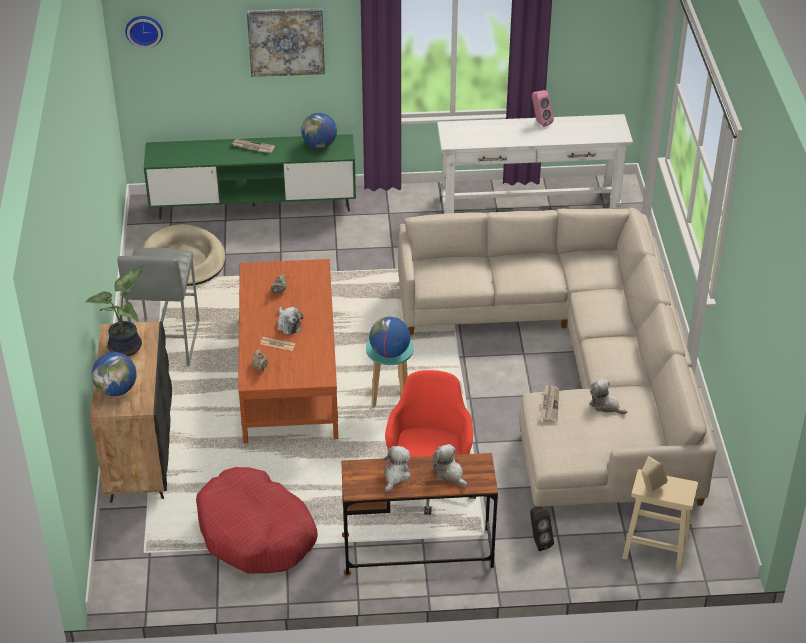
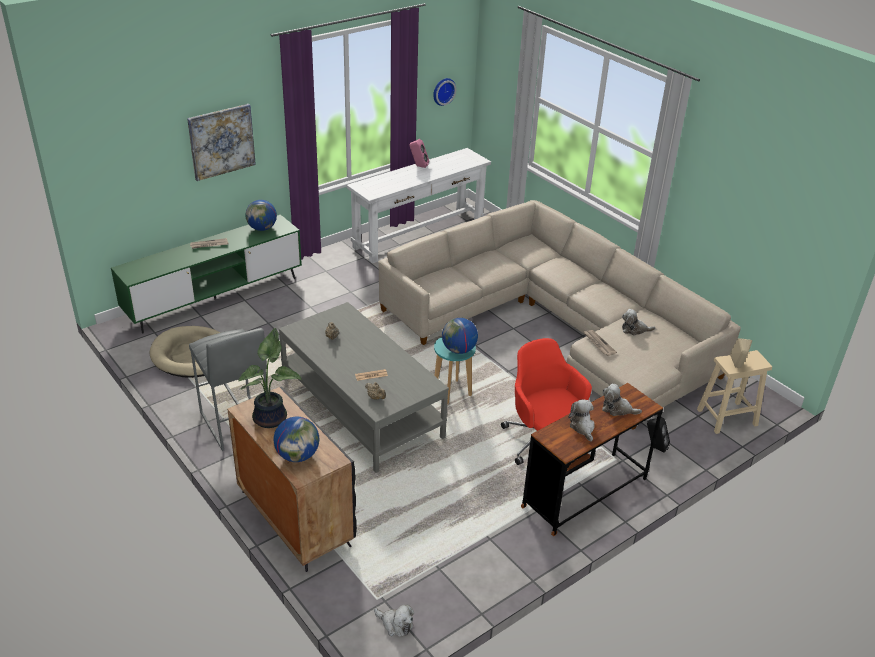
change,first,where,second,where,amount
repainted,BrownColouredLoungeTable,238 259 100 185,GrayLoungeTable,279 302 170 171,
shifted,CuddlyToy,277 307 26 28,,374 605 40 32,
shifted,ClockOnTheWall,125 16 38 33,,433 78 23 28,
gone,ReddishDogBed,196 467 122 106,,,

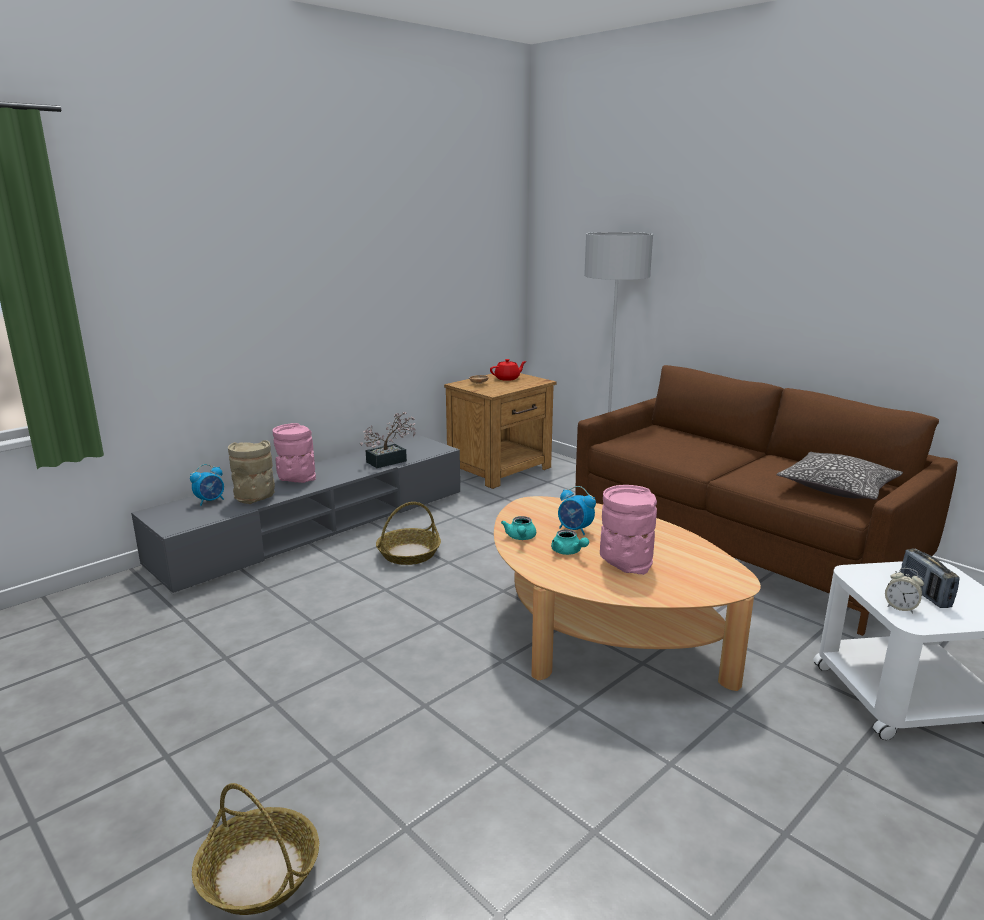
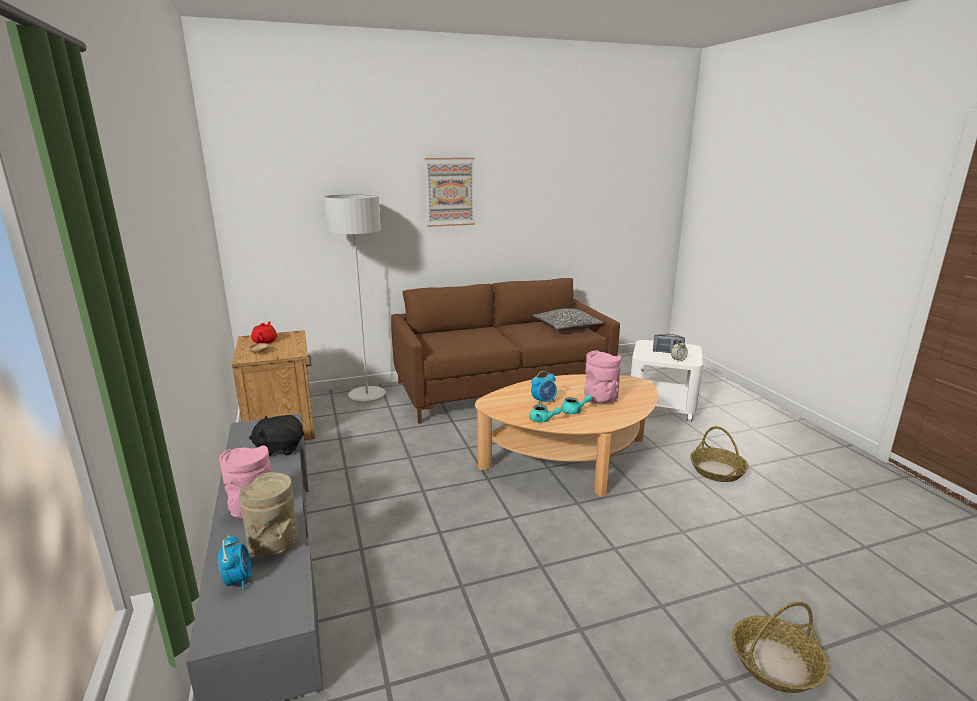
change,first,where,second,where,amount
swapped,Houseplant,360 412 56 56,BlackCuddlyToy,249 415 55 42,
new,,,WallArt,425 158 50 69,
shifted,Basket,376 502 65 63,,690 426 59 56,

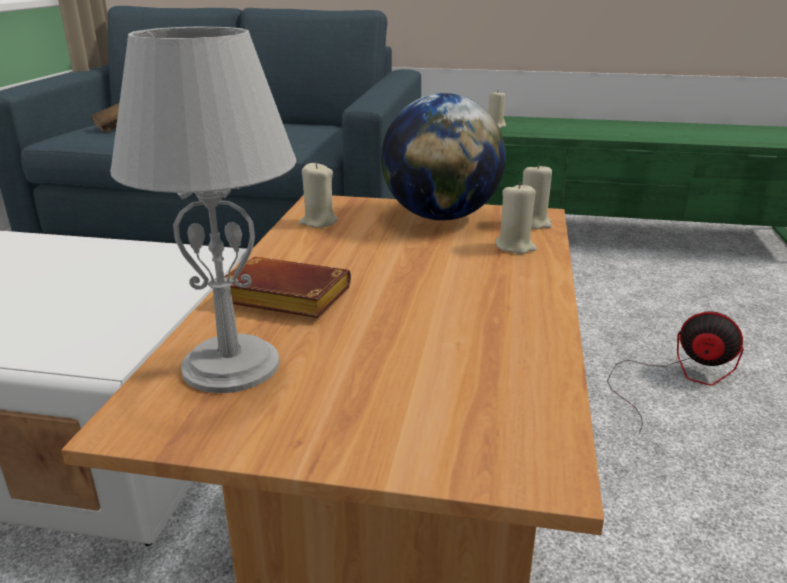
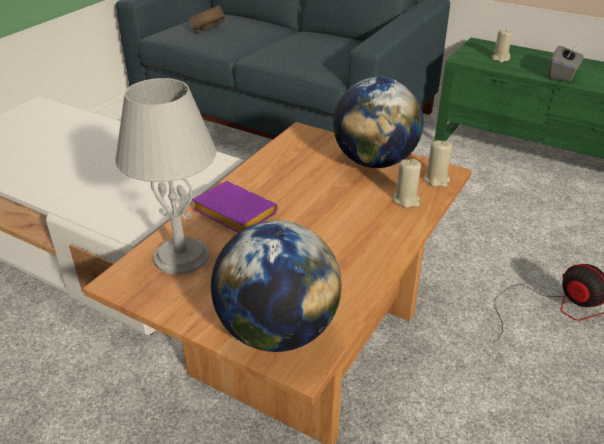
change,first,where,second,where,amount
repainted,BrownColouredBoundBook,224 257 127 61,PurpleBoundBook,192 181 85 52,
new,,,DeskGlobe,211 220 131 132,
new,,,GrayBoxOfTissues,549 44 35 38,
gone,BeigeColouredWaxCandle,299 162 39 66,,,

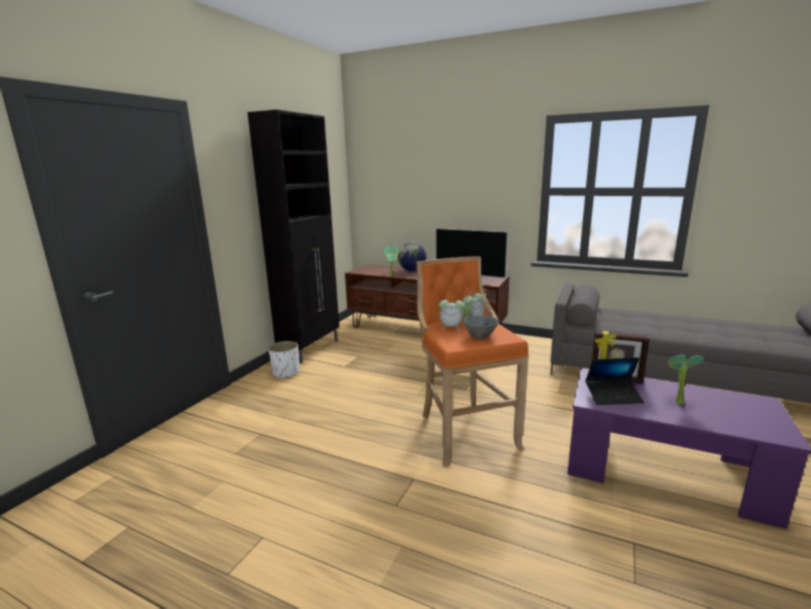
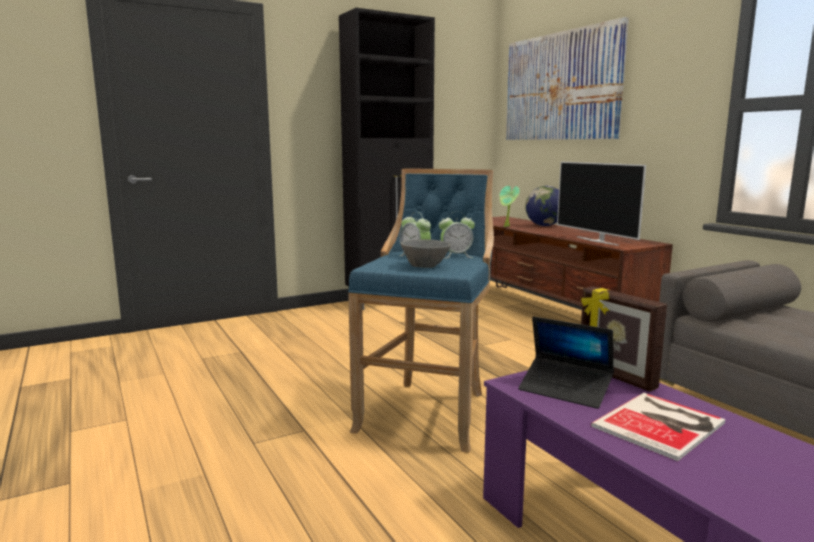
change,first,where,second,where,amount
repainted,OrangeColouredStool,416 256 113 211,BluishStool,348 169 146 284,
new,,,WallArt,506 17 123 123,
swapped,Houseplant,668 355 36 50,BoundBook,591 393 135 68,
gone,WhiteColouredPlanter,268 341 31 37,,,

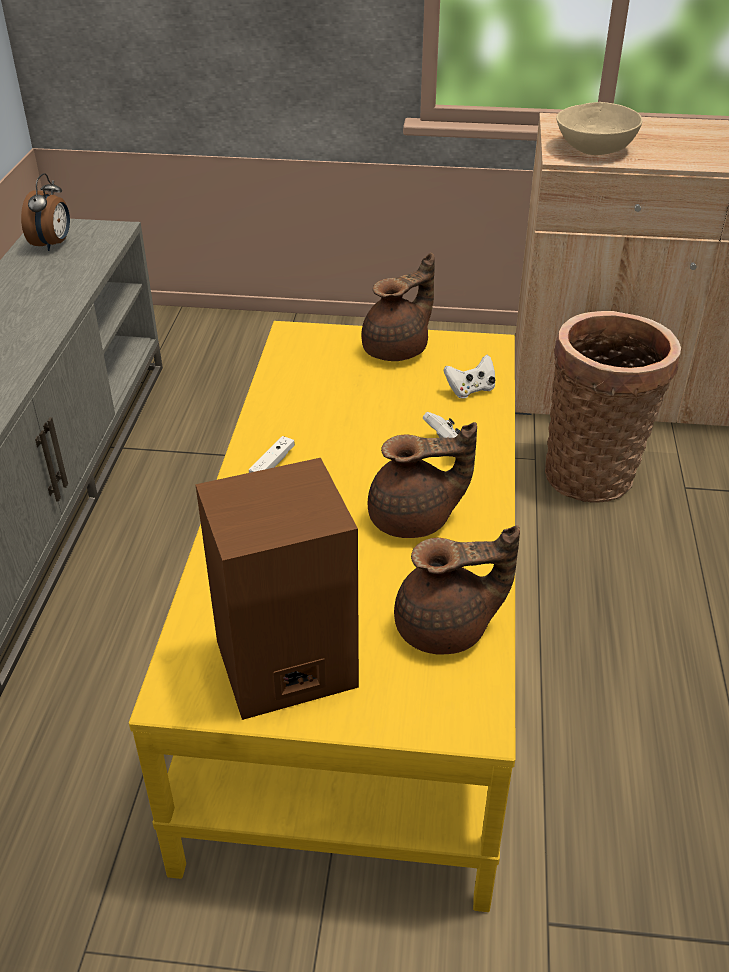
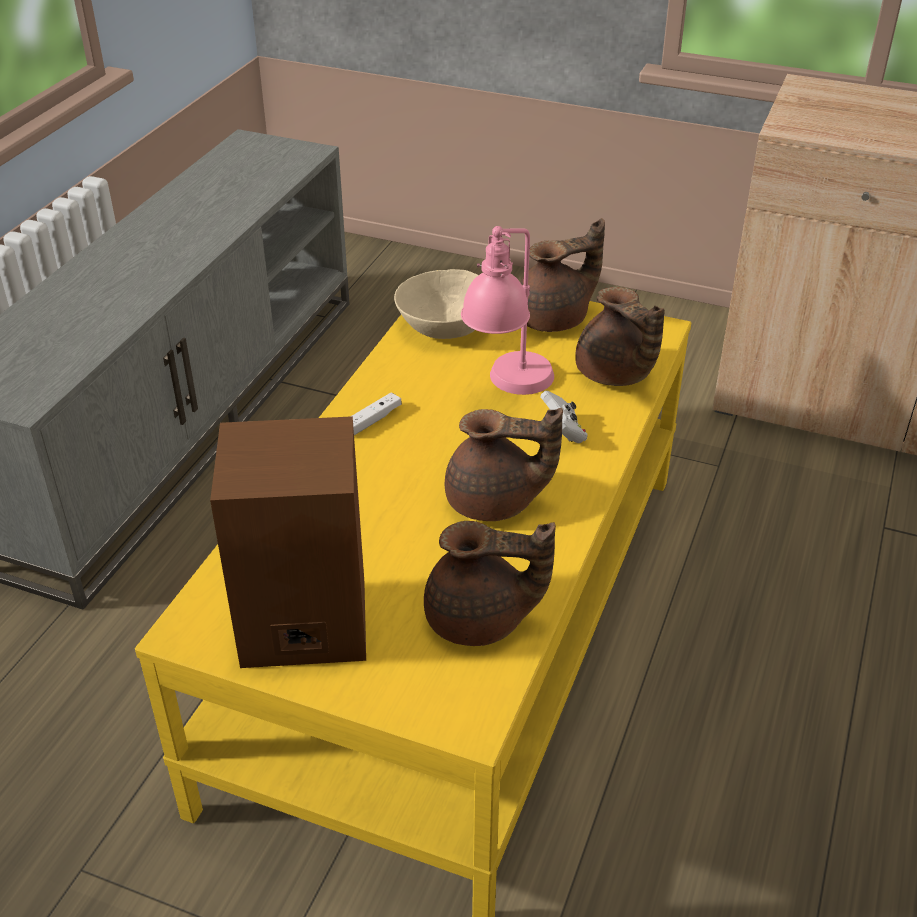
change,first,where,second,where,amount
shifted,BeigeColouredBowl,556 102 86 53,,394 269 84 70,
new,,,PinkColouredTabletopLamp,461 226 93 169,
swapped,WhiteColouredGameController,443 355 52 44,BrownColouredTeaPot,575 287 90 99,
gone,TableClock,21 173 49 78,,,
gone,Basket,545 311 136 192,,,

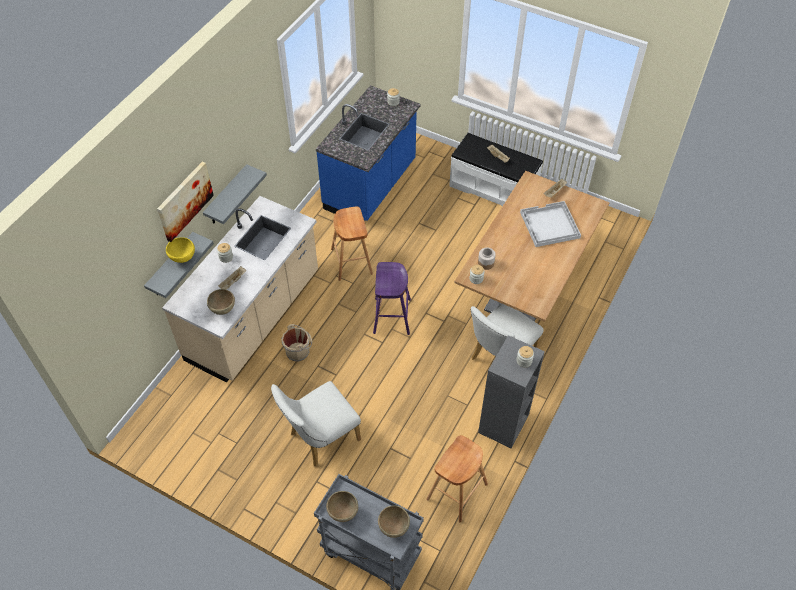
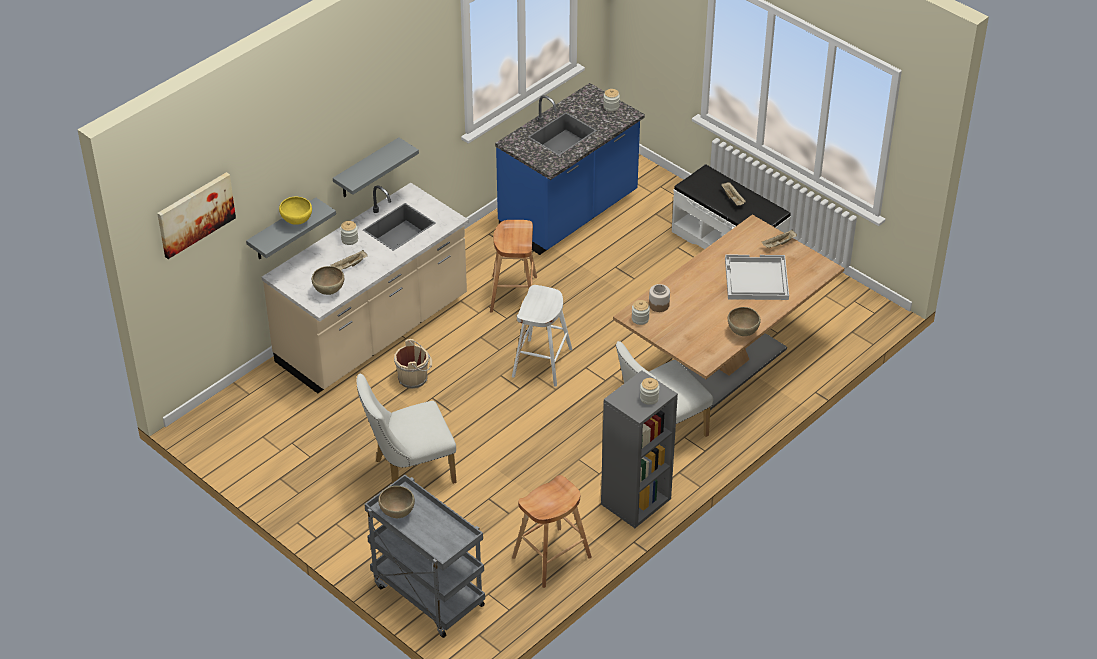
change,first,where,second,where,amount
shifted,WallArt,157 161 57 81,,157 172 79 87,
repainted,PurpleStool,373 262 38 73,WhiteColouredStool,512 285 60 102,
shifted,BrownColouredBowl,378 505 32 33,,728 307 33 29,

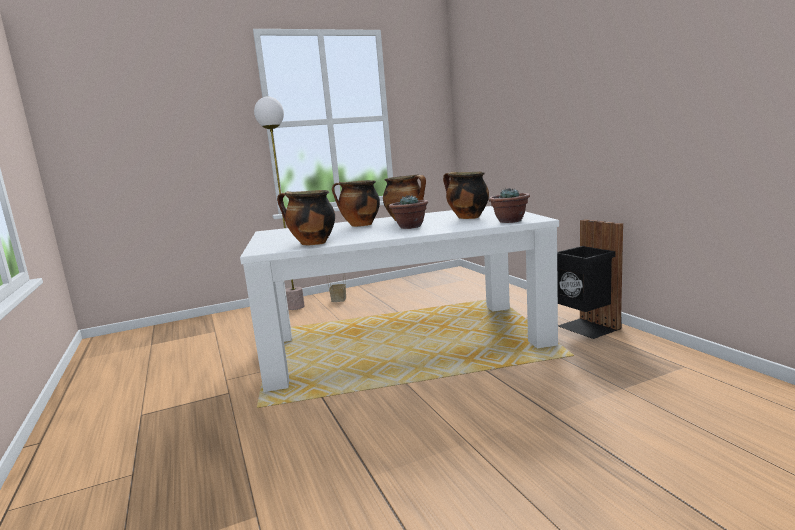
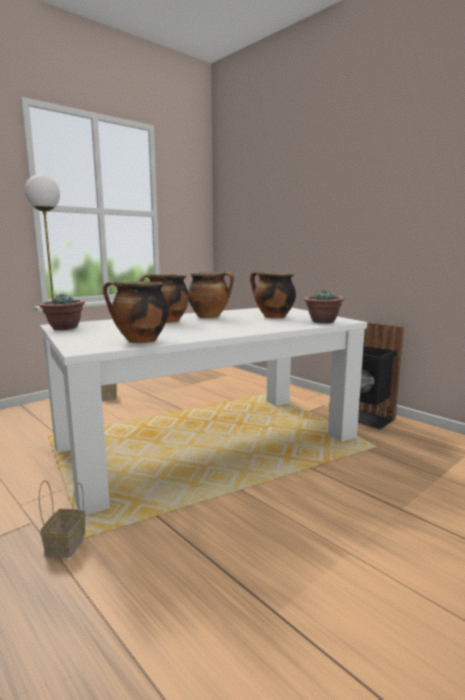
change,first,where,second,where,amount
shifted,Houseplant,389 195 39 34,,39 294 46 36,
new,,,Basket,39 480 46 78,

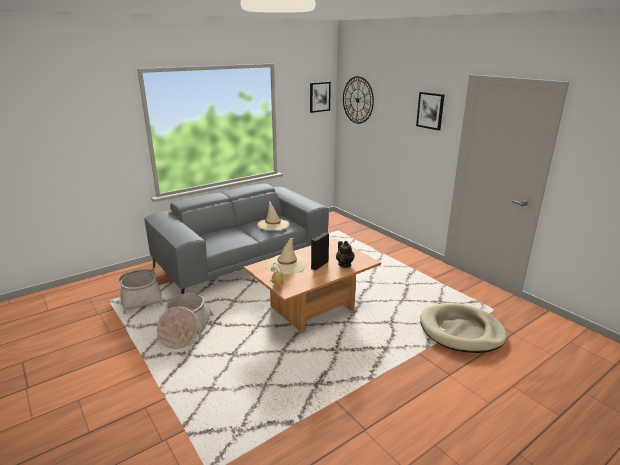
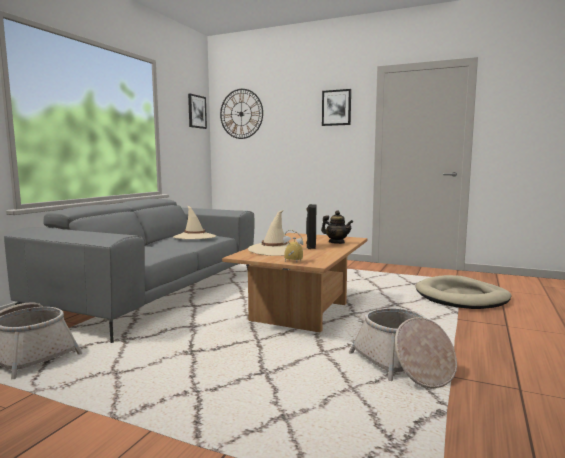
change,first,where,second,where,amount
shifted,Basket,157 293 57 56,,349 308 108 80,

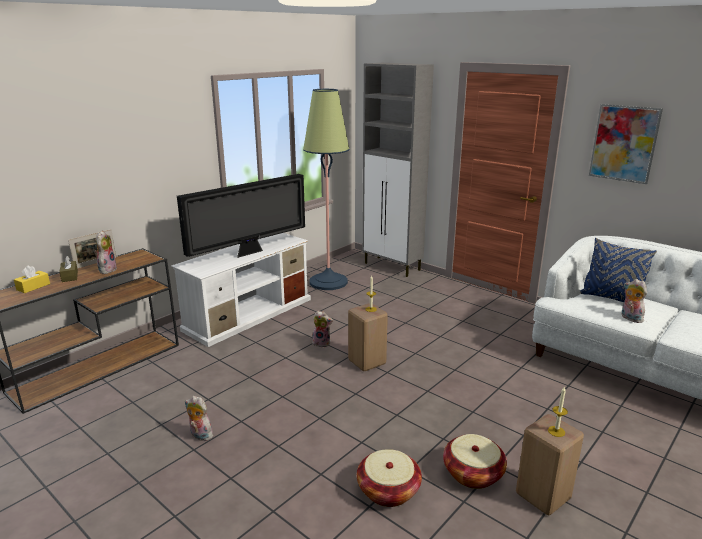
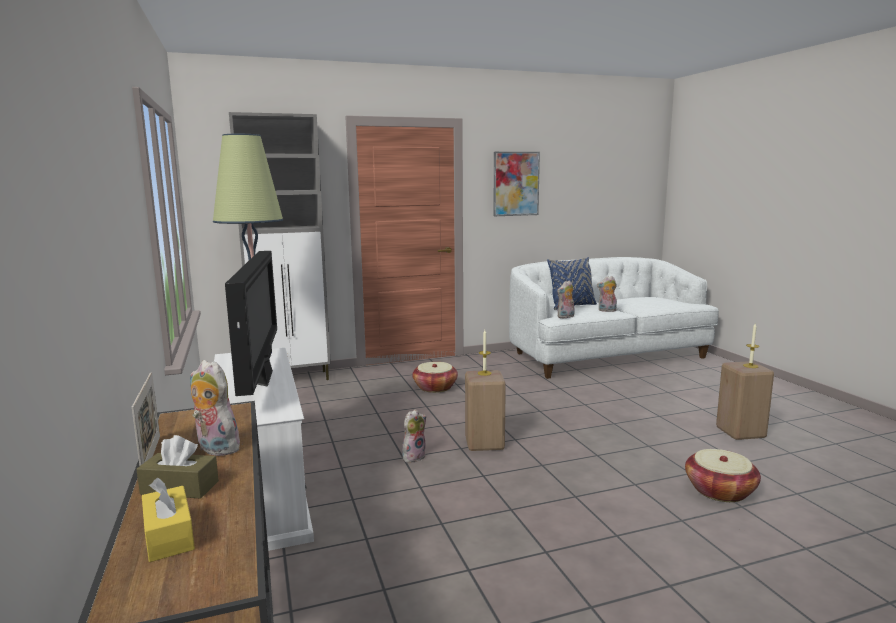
change,first,where,second,where,amount
shifted,Basket,443 434 64 55,,412 362 46 31,
shifted,CuddlyToy,185 396 28 45,,557 280 18 38,

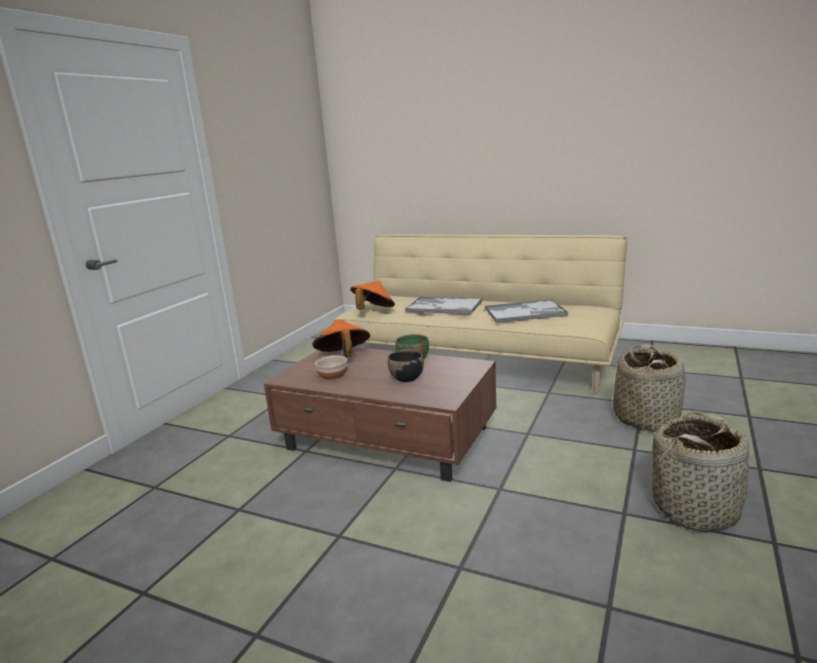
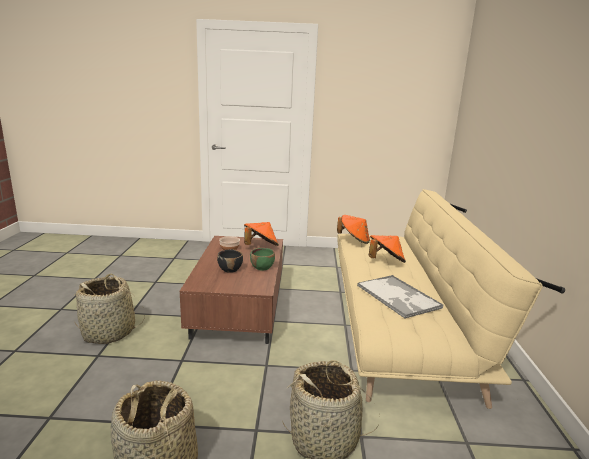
change,first,where,second,where,amount
new,,,Basket,73 273 72 71,
swapped,CarryingTray,405 296 77 19,OrangeColouredWearableHat,369 235 37 28,

